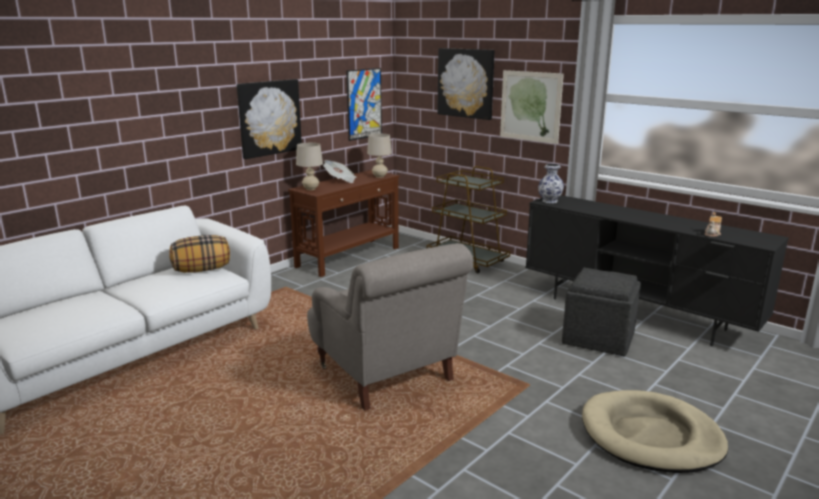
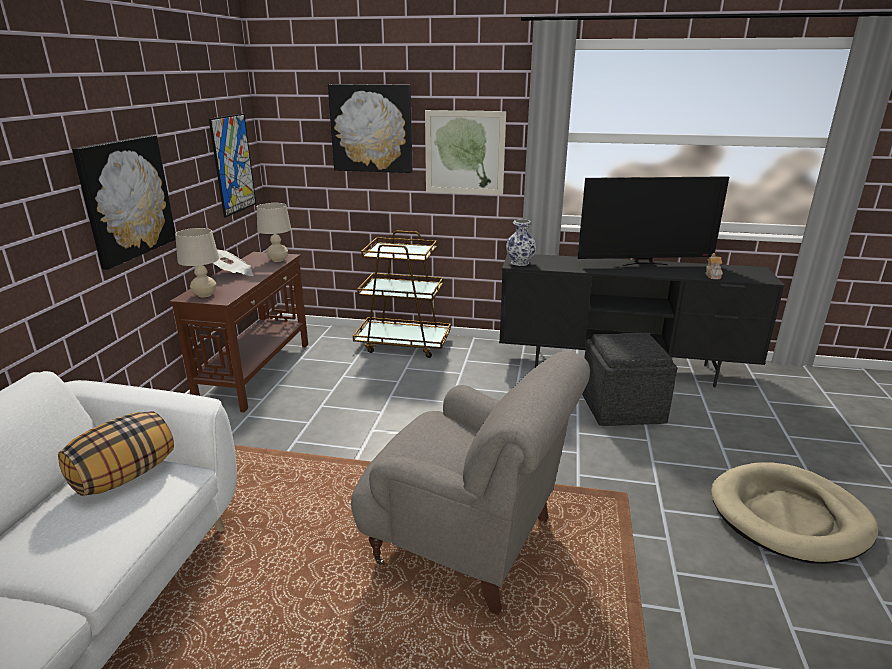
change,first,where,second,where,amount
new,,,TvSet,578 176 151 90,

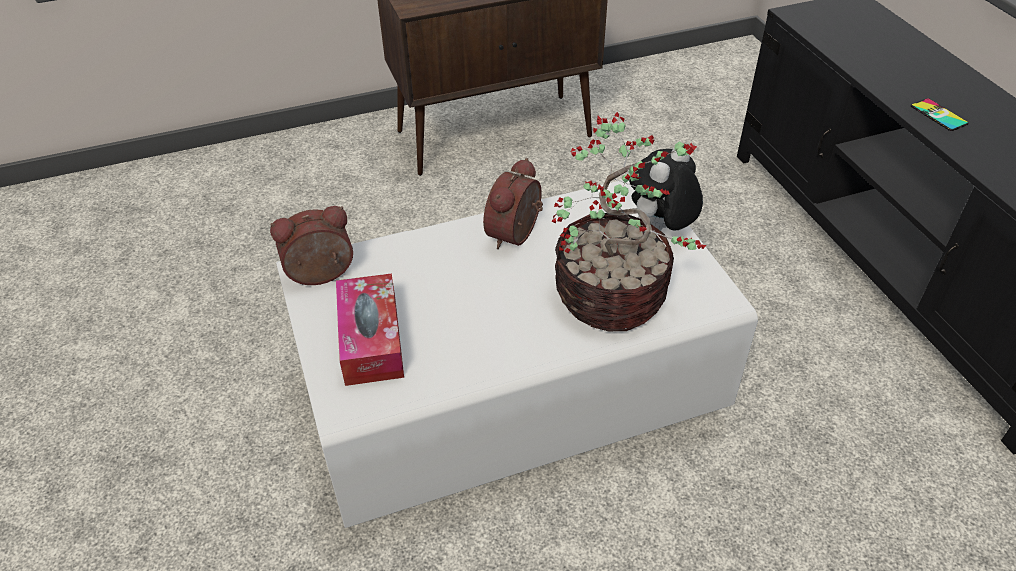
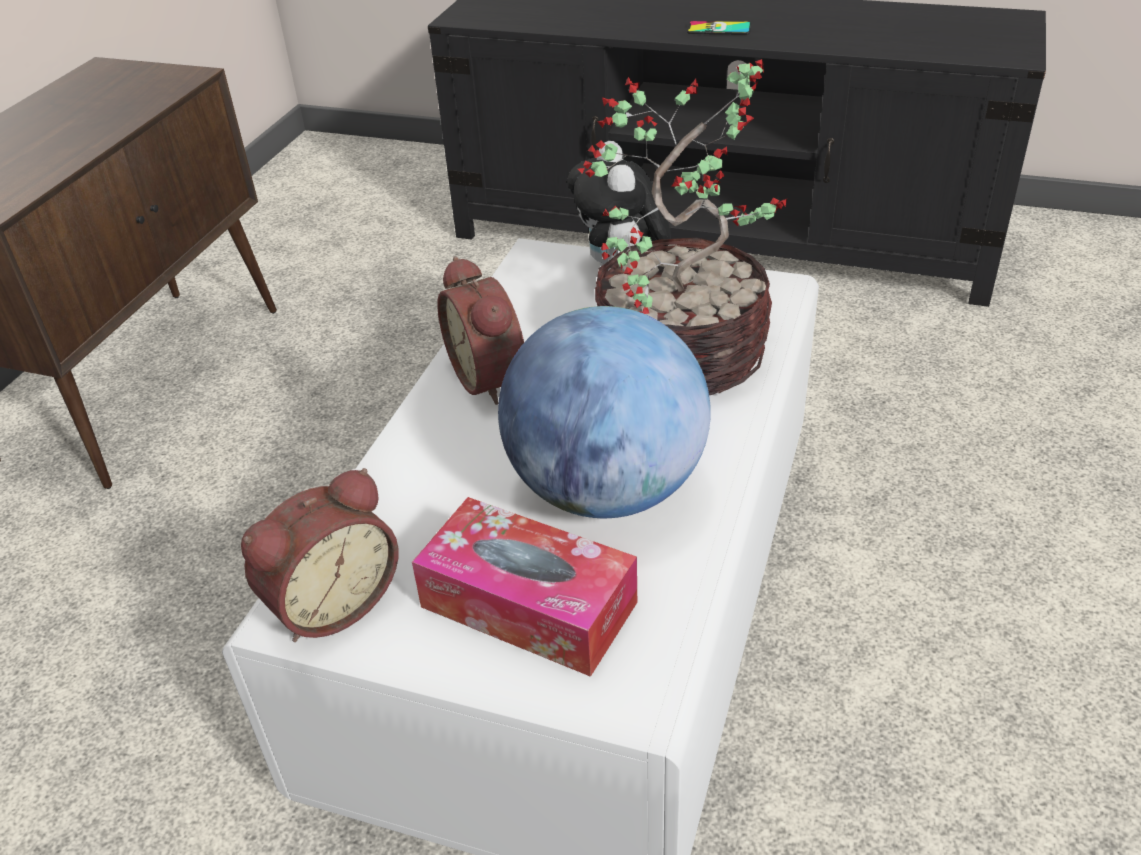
change,first,where,second,where,amount
rotated,TableClock,270 206 83 79,,241 468 158 174,150 degrees counterclockwise
new,,,DeskGlobe,498 306 213 212,

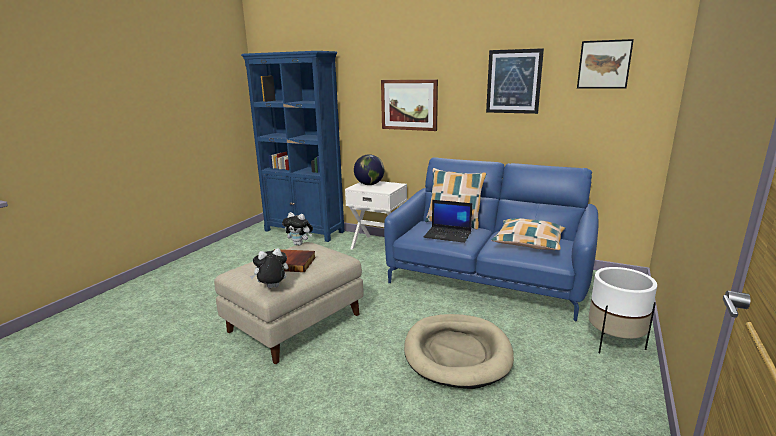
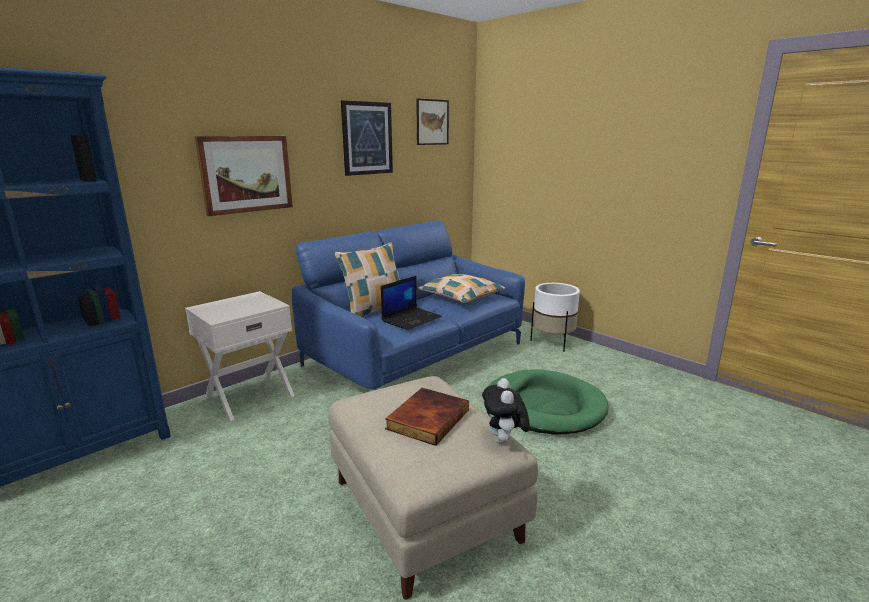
change,first,where,second,where,amount
repainted,BeigeColouredDogBed,404 314 110 75,GreenColouredDogBed,487 370 121 64,
gone,CuddlyToy,282 212 31 34,,,
gone,DeskGlobe,354 154 30 31,,,

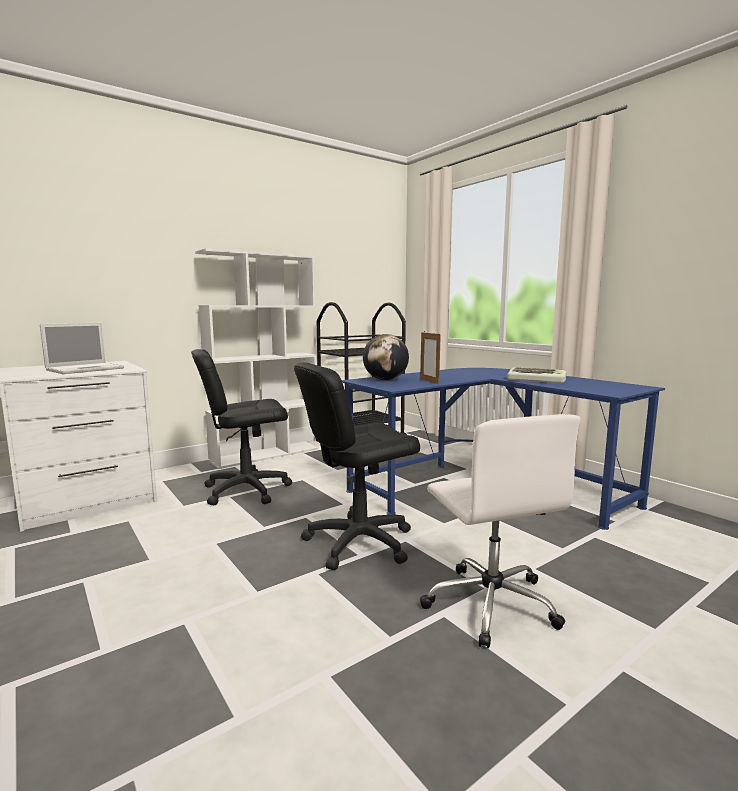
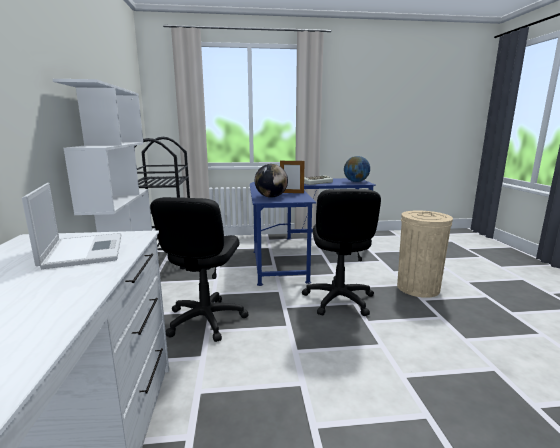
change,first,where,second,where,amount
new,,,DeskGlobe,344 156 26 26,
swapped,WhiteColouredDeskChair,420 414 160 234,BeigeColouredRubbishBin,397 211 56 87,

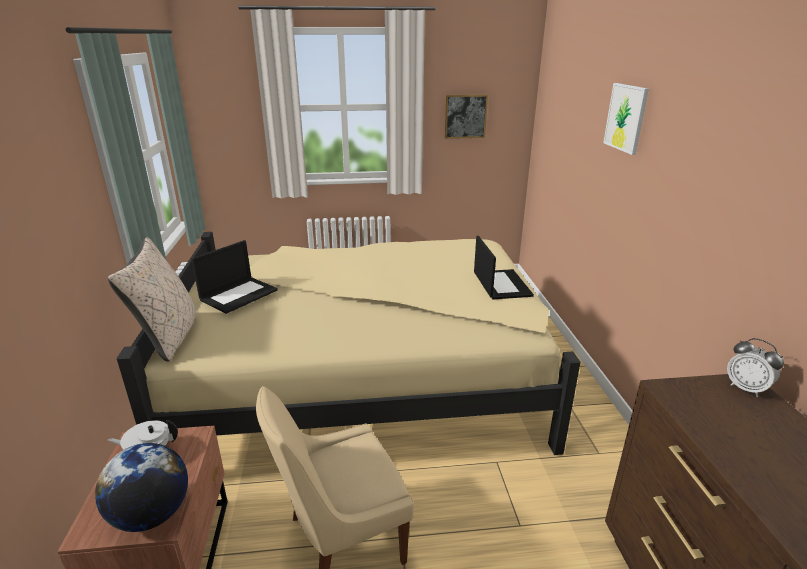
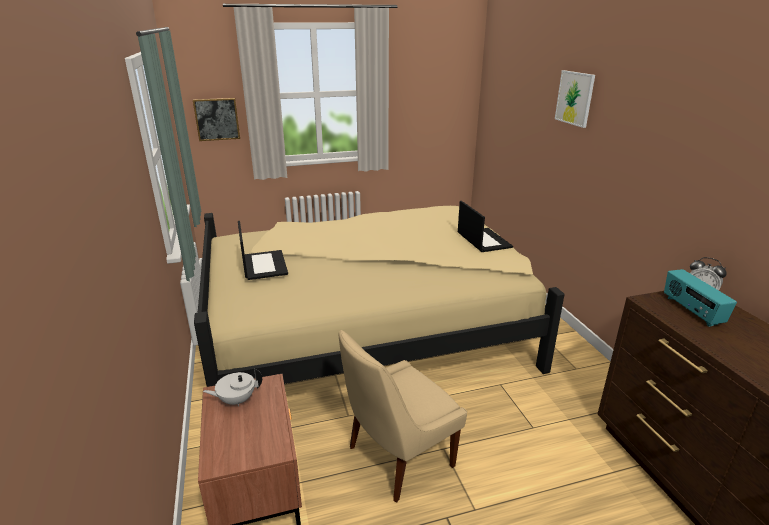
change,first,where,second,where,amount
shifted,WallArt,445 95 43 44,,193 98 47 43,
rotated,NotebookComputer,191 240 87 74,,238 221 50 59,45 degrees counterclockwise
new,,,RadioReceiver,664 269 73 58,
gone,DeskGlobe,95 443 93 89,,,
gone,BeigeColouredCushion,108 237 88 125,,,

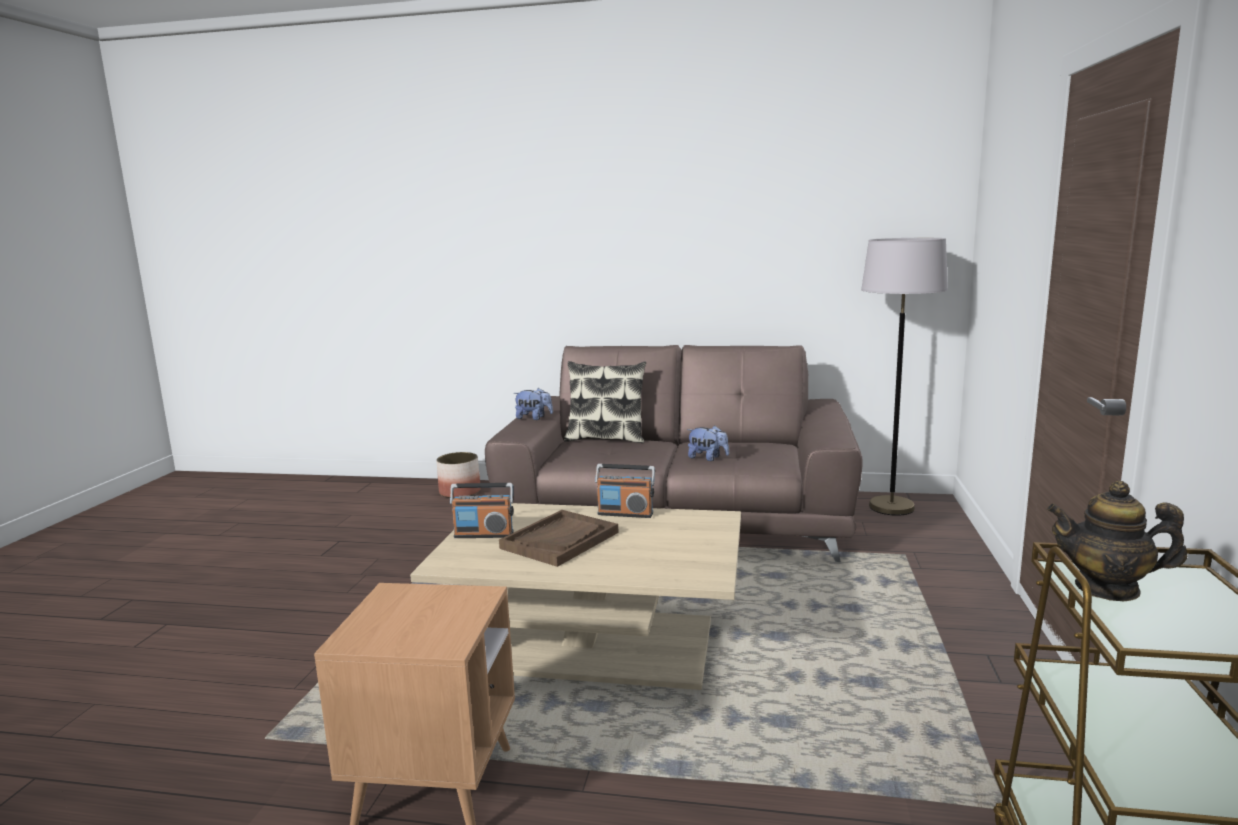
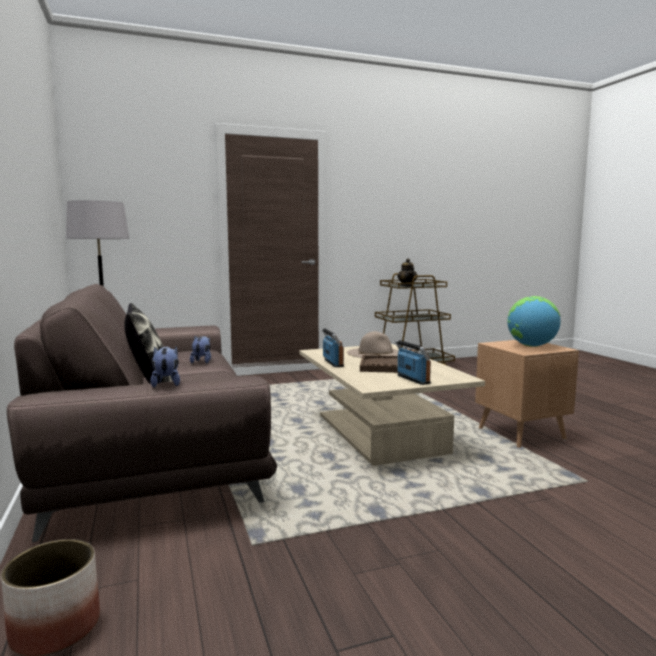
change,first,where,second,where,amount
new,,,BeigeColouredWearableHat,347 331 52 27,
new,,,DeskGlobe,507 296 54 51,

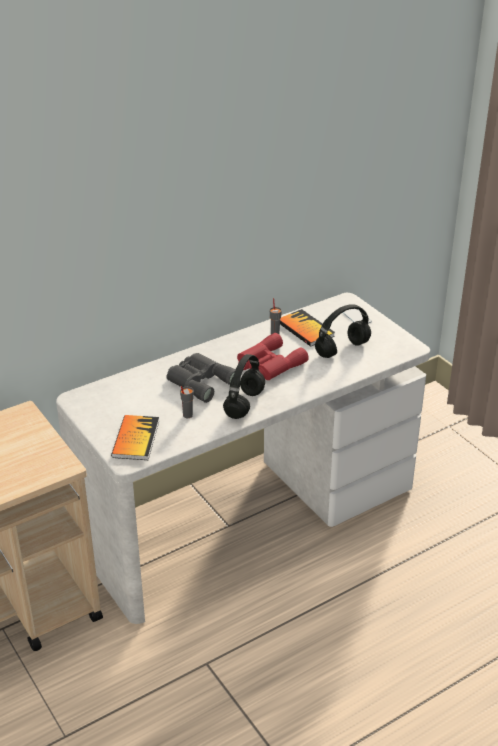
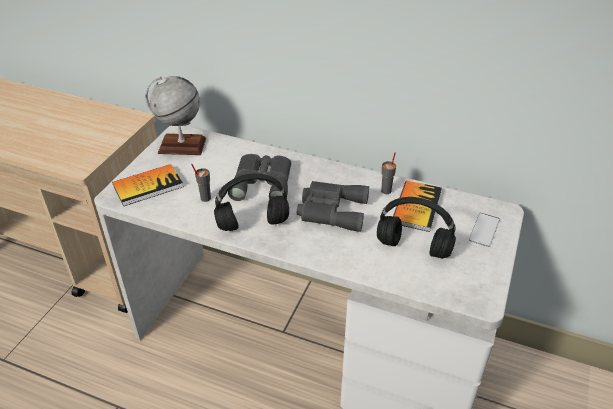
change,first,where,second,where,amount
new,,,DeskGlobe,145 76 61 79,
repainted,ReddishBinoculars,237 333 72 47,GrayBinoculars,297 181 72 51,

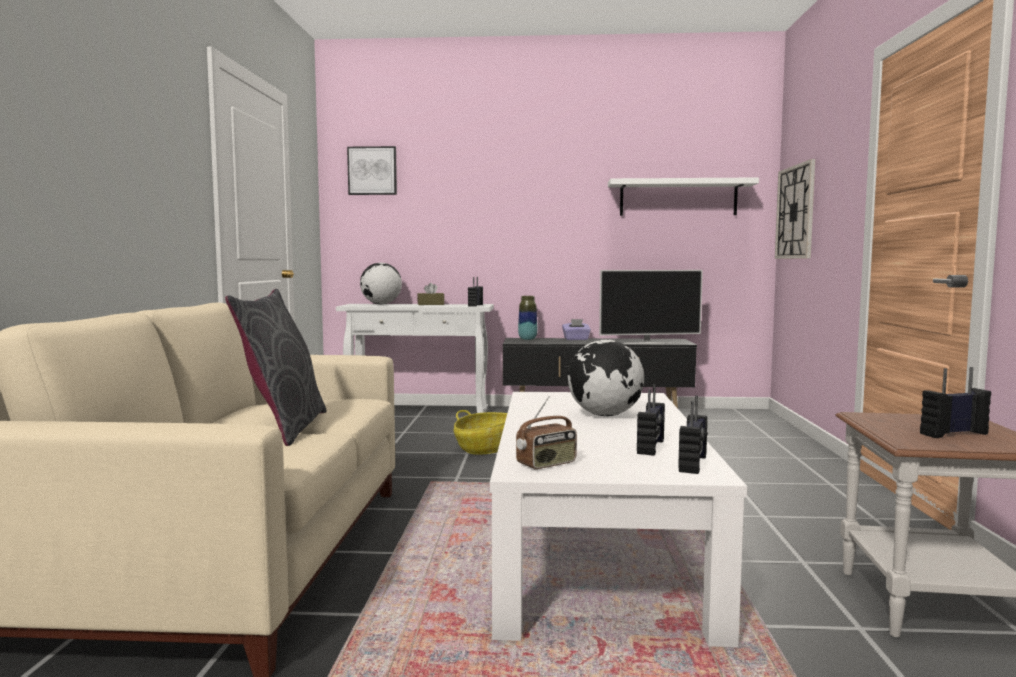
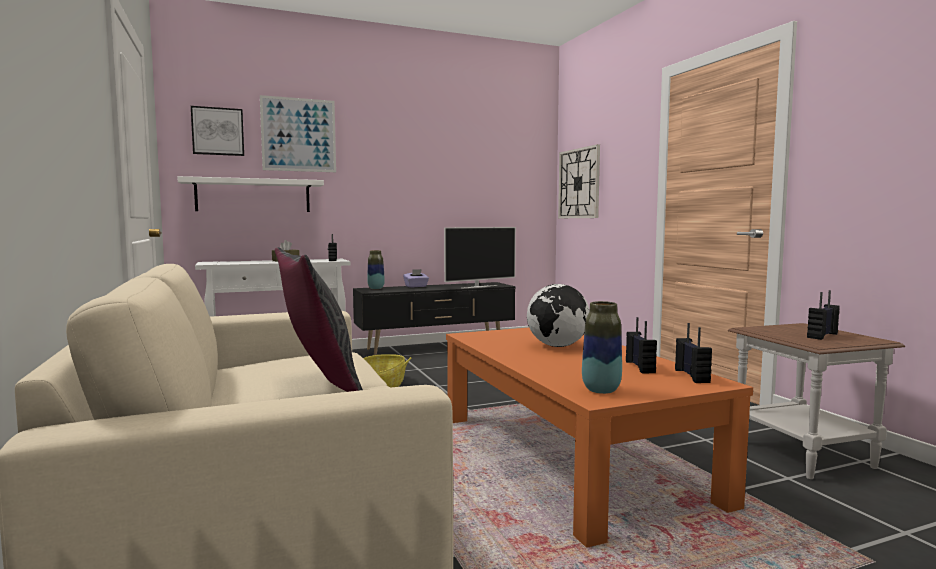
change,first,where,second,where,amount
shifted,WhiteColouredWallShelf,608 177 151 39,,177 176 147 36,
new,,,WallArt,260 95 76 77,
repainted,WhiteColouredLoungeTable,490 392 257 255,OrangeColouredLoungeTable,446 328 307 220,
swapped,RadioReceiver,516 396 61 74,FlowerVase,582 301 40 93,
gone,DeskGlobe,360 263 42 41,,,

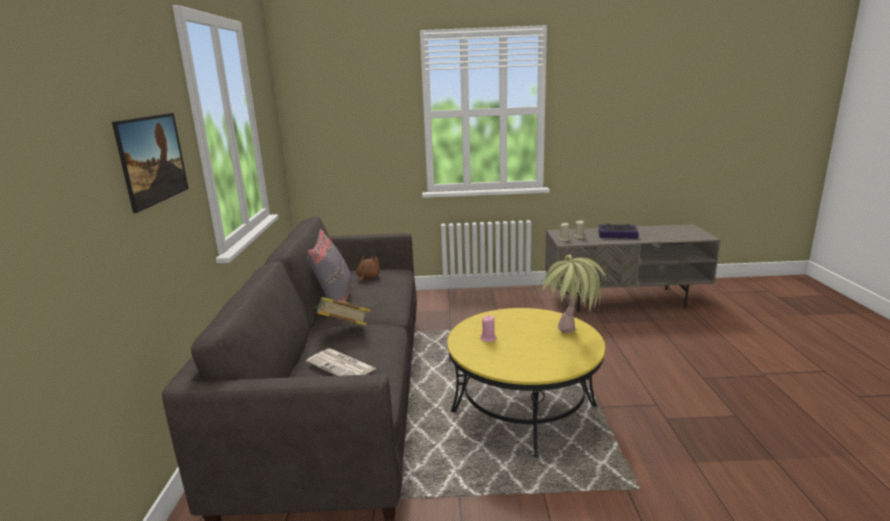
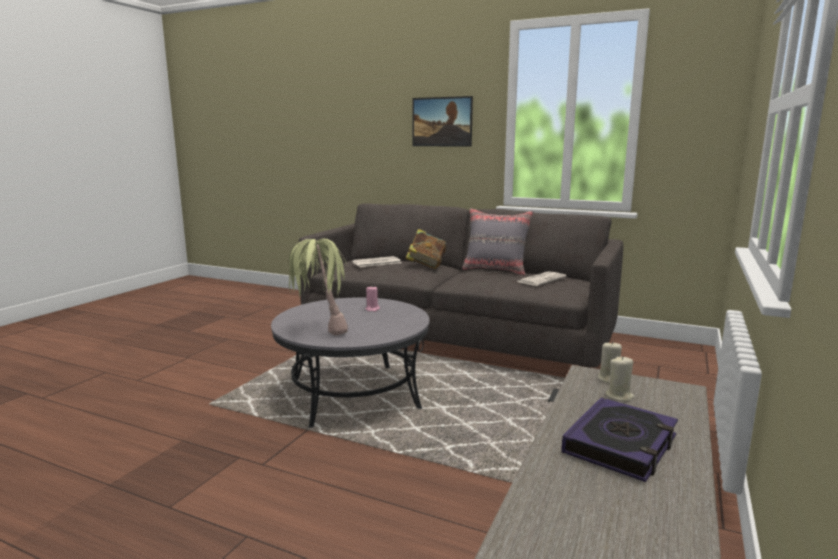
change,first,where,second,where,amount
repainted,YellowishLoungeTable,447 308 158 150,GrayLoungeTable,271 297 159 131,
swapped,BrownColouredCuddlyToy,356 256 24 27,PrintedPaper,517 271 50 15,

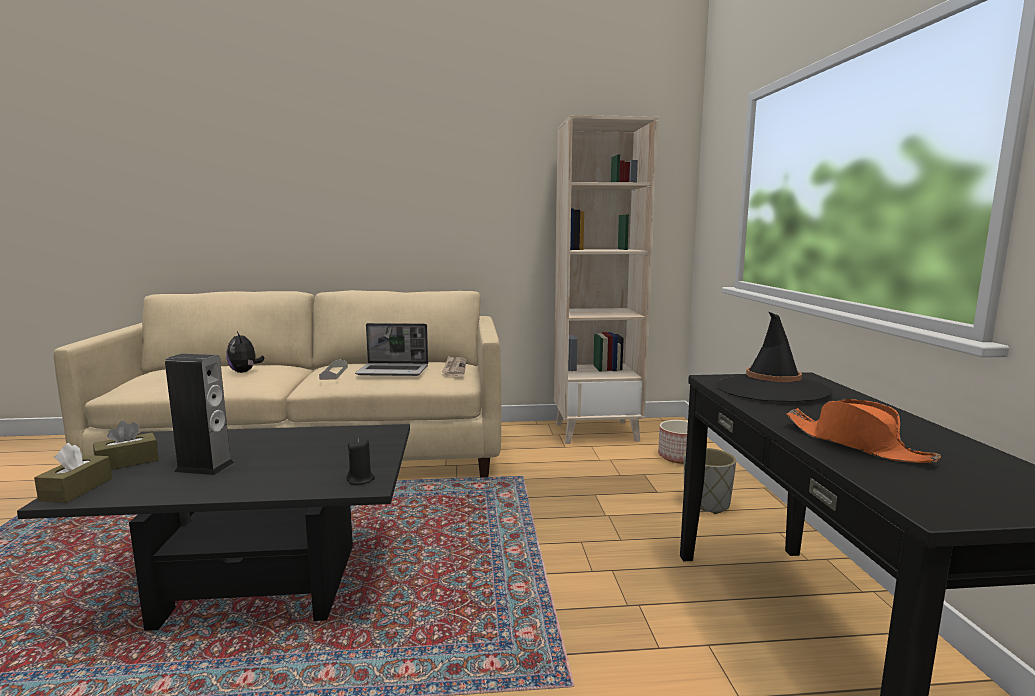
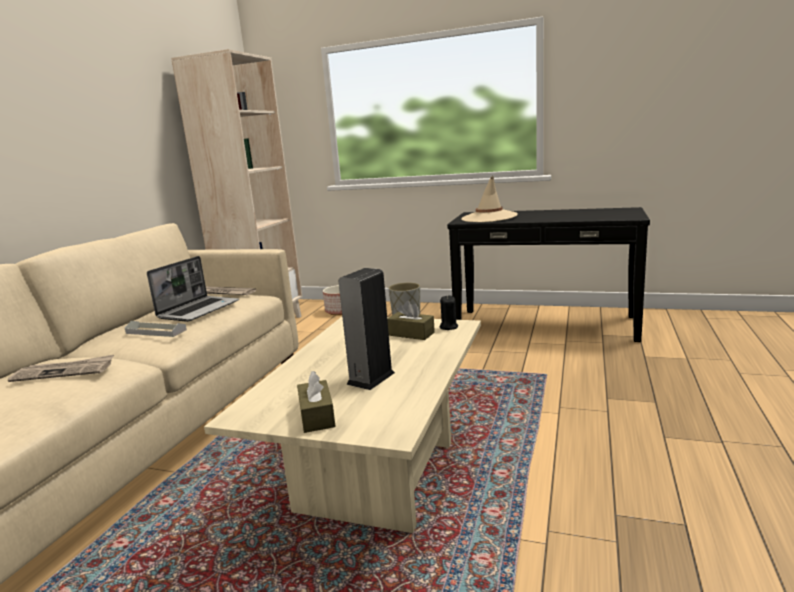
change,first,where,second,where,amount
swapped,CuddlyToy,226 331 38 42,PrintedPaper,8 355 106 27,
repainted,BlackLoungeTable,17 424 393 207,BeigeColouredLoungeTable,204 317 277 216,
shifted,BrownColouredBoxOfTissues,34 443 78 60,,387 301 48 39,
repainted,BlackWearableHat,716 312 117 90,BeigeColouredWearableHat,461 176 57 46,
gone,OrangeColouredWearableHat,786 399 155 64,,,

